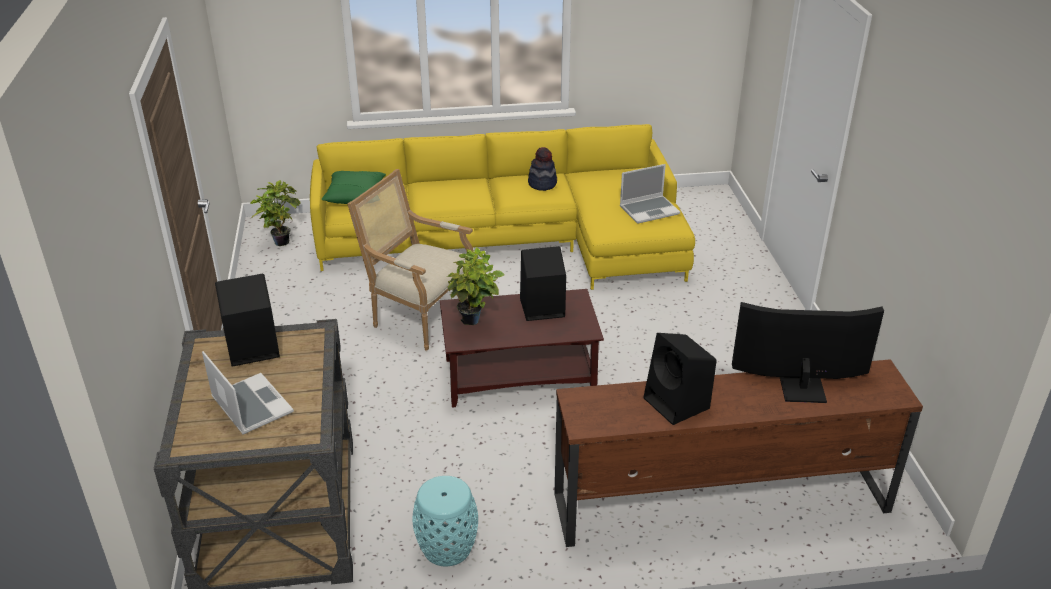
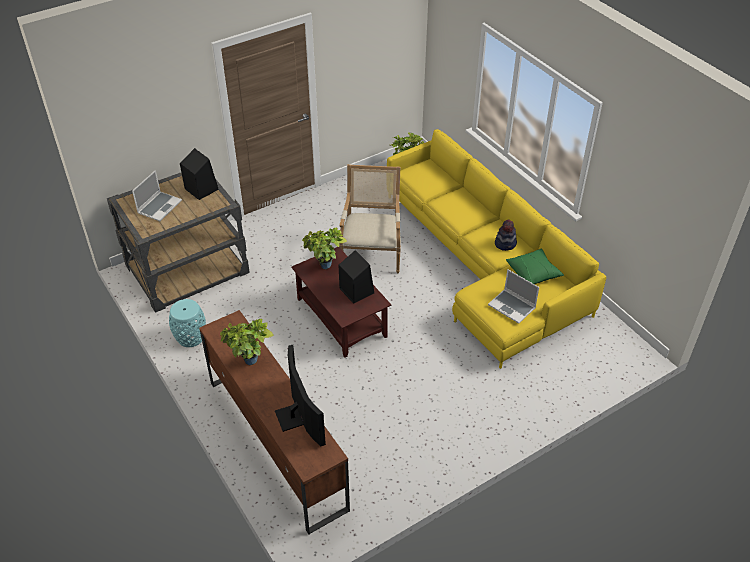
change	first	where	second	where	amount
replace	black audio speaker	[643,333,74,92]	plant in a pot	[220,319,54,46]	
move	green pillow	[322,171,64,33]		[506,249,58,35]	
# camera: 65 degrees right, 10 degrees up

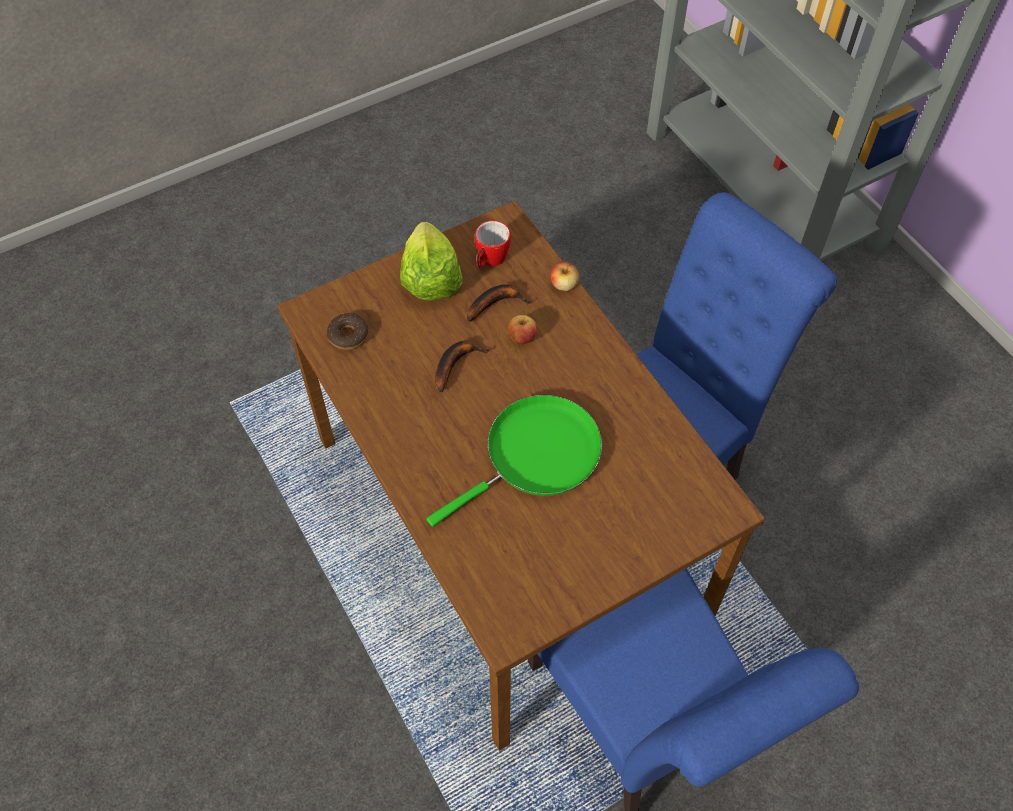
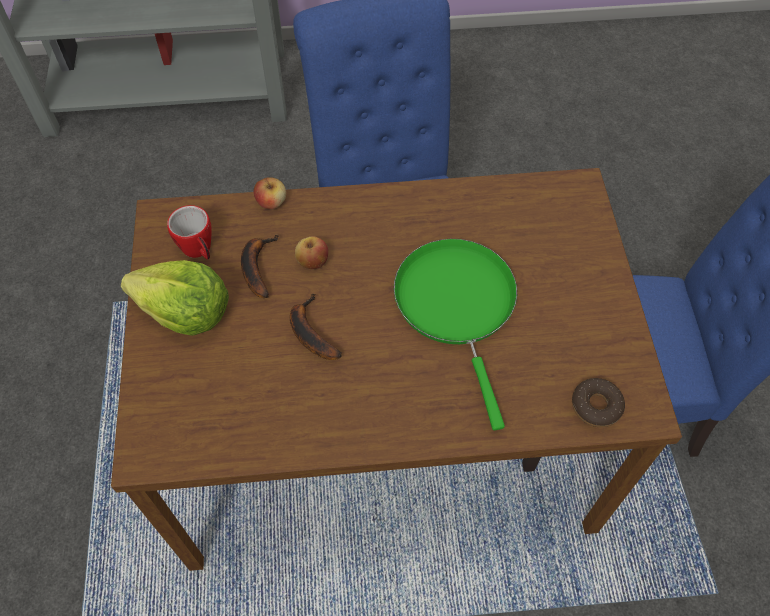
change	first	where	second	where	amount
move	donut	[327,313,42,37]		[572,378,53,49]	
# camera: 65 degrees left, 0 degrees up

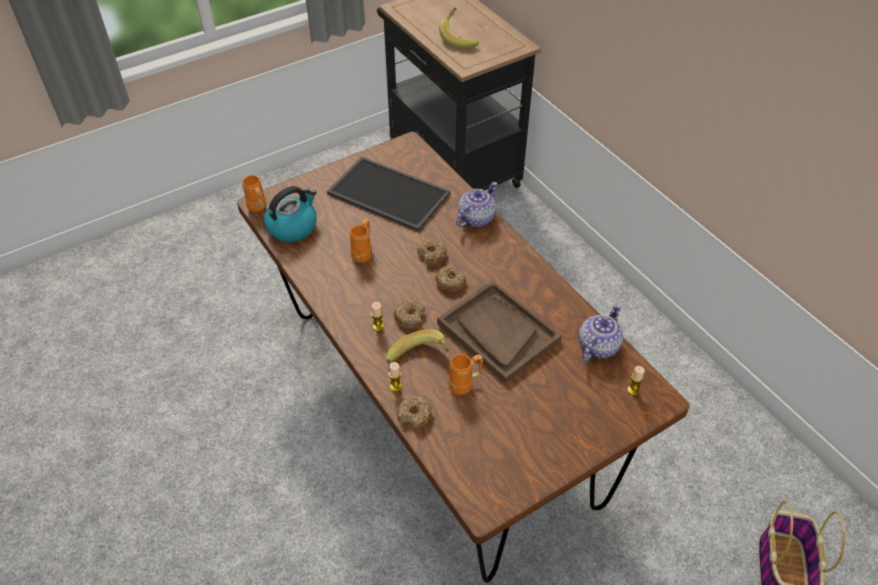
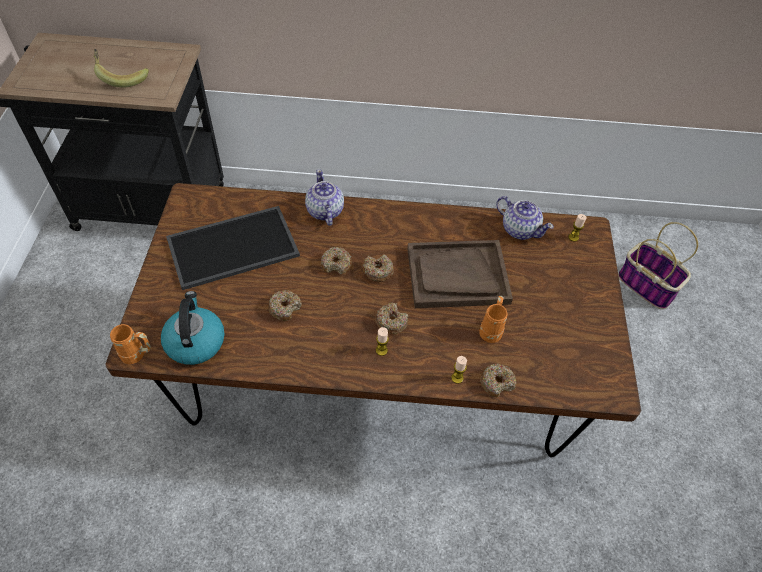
change	first	where	second	where	amount
replace	orange-coloured tea mug	[350,219,22,44]	donut	[268,290,34,31]	
rotate	tea pot	[579,304,44,58]		[496,196,58,44]	150 degrees clockwise
delete	whole banana	[386,329,64,34]			
# camera: 55 degrees left, 5 degrees up

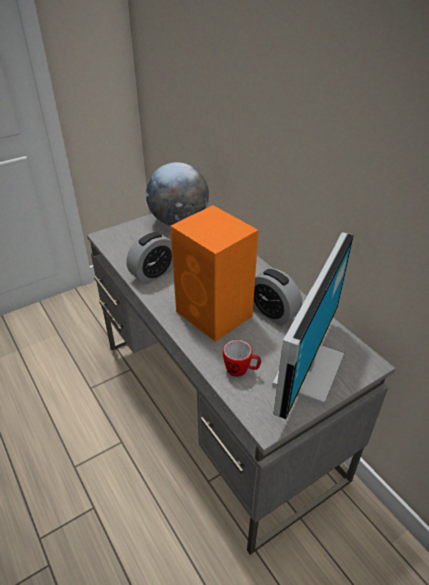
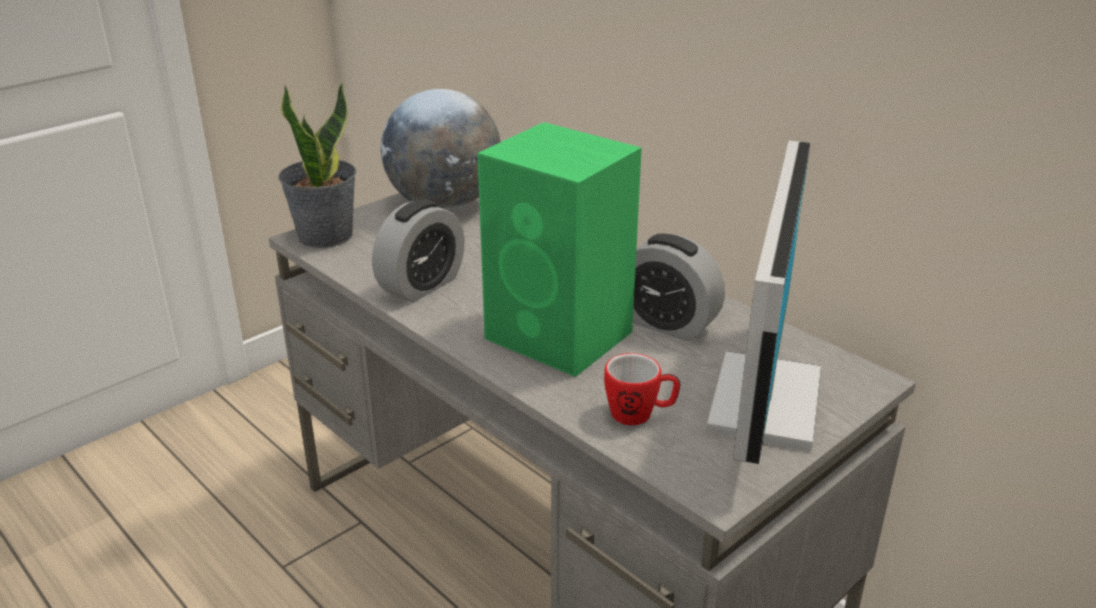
change	first	where	second	where	amount
insert			plant in a pot	[278,82,78,166]	
recolor	orange-coloured audio speaker	[170,205,88,137]	green audio speaker	[477,122,165,255]	
# camera: 10 degrees left, 10 degrees down

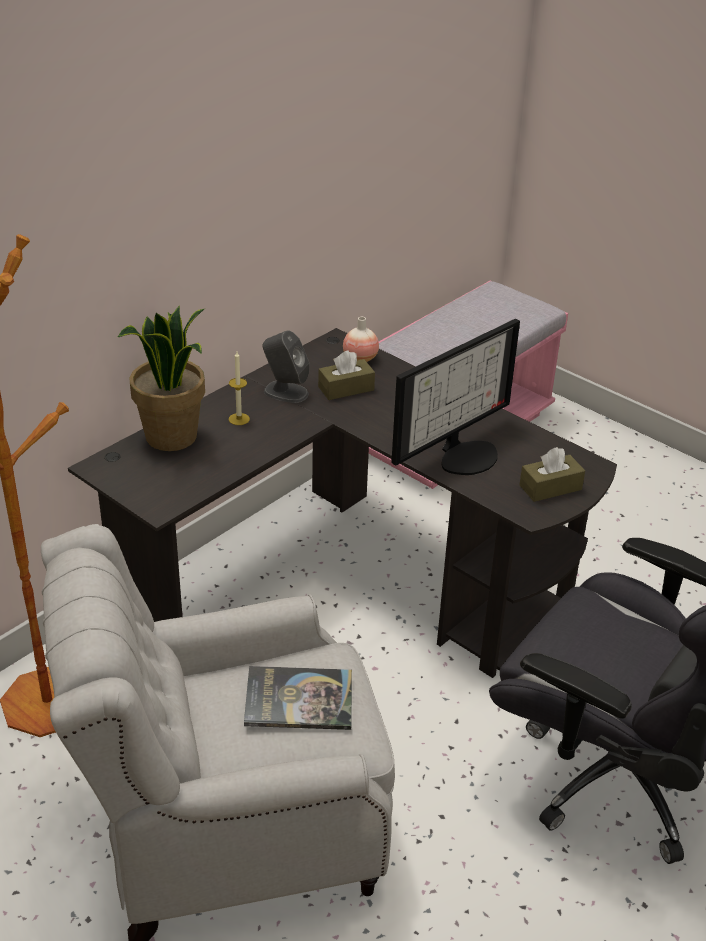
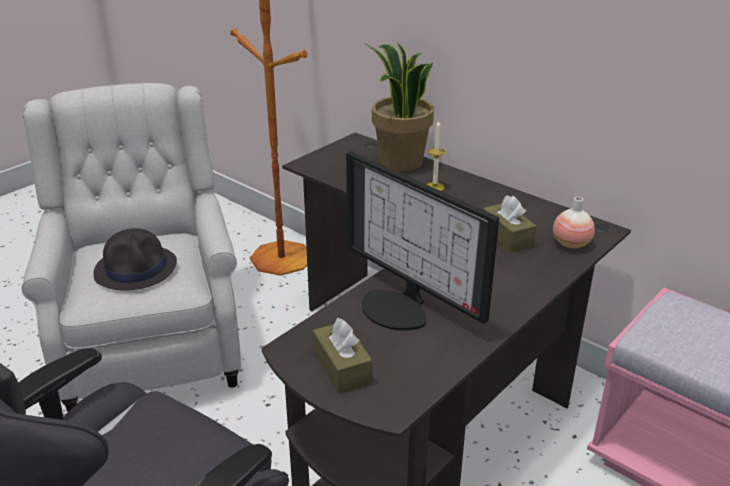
change	first	where	second	where	amount
replace	book	[244,666,108,64]	black wearable hat	[94,228,83,63]	
delete	gray audio speaker	[263,330,47,73]			
# camera: 90 degrees right, 5 degrees down

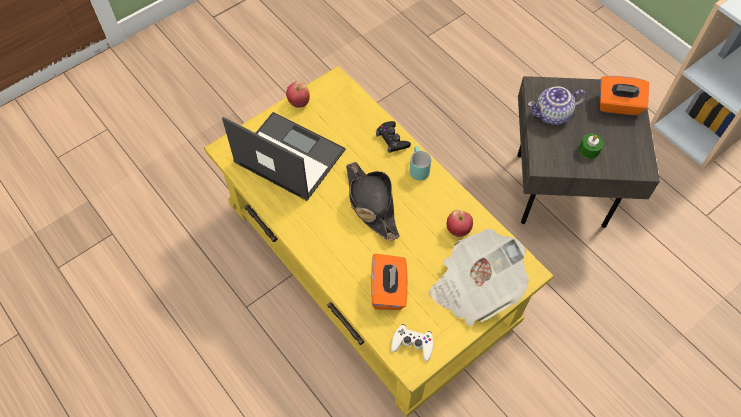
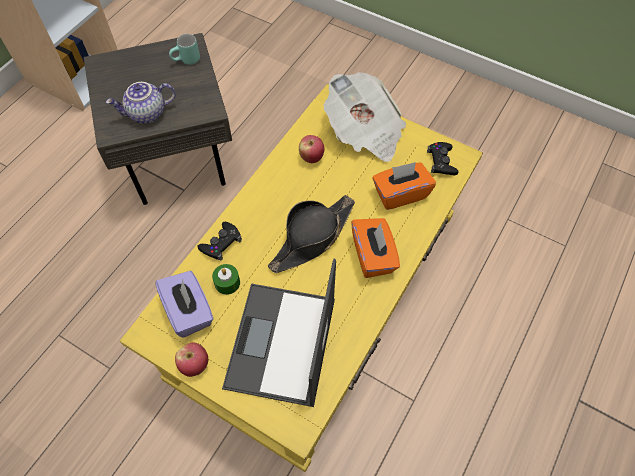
change	first	where	second	where	amount
rotate	tea pot	[528,86,58,39]		[106,82,70,41]	105 degrees clockwise
insert			purple-coloured tissue holder	[155,271,59,66]	
move	turquoise-coloured tea mug	[410,146,21,35]		[169,34,31,31]	
move	green wax candle	[579,134,25,25]		[212,264,28,31]	
move	orange-coloured tissue holder	[600,76,49,39]		[351,218,49,60]	
recolor	white-coloured joypad	[391,324,42,38]	black joypad	[427,142,31,33]	
# camera: 110 degrees left, 0 degrees up

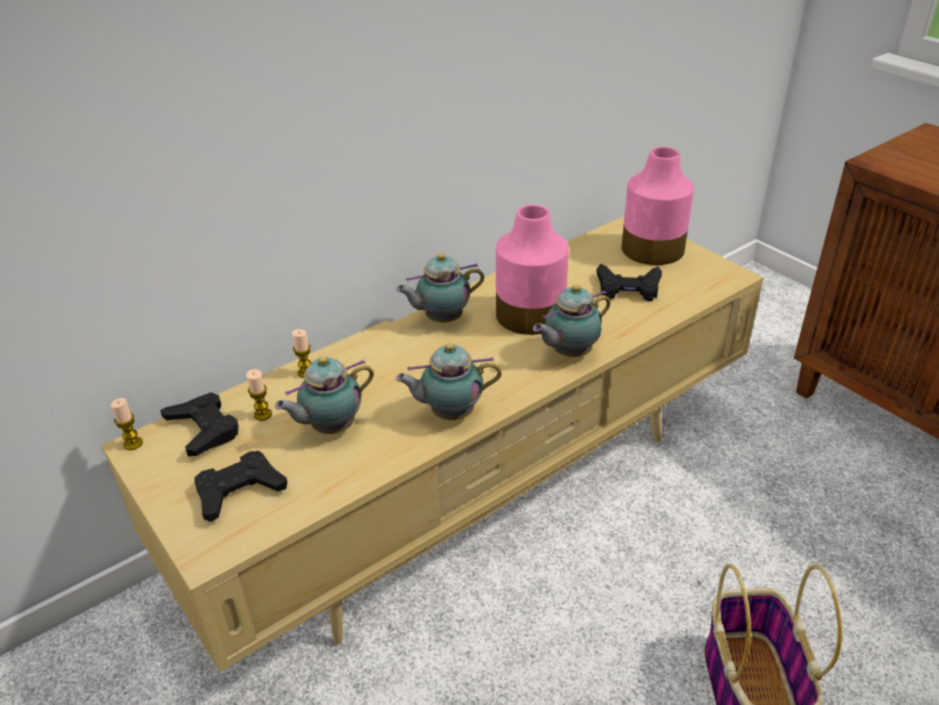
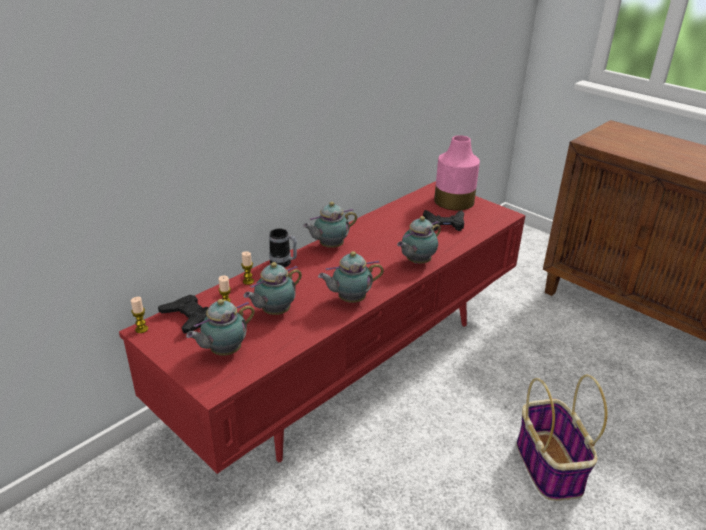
change	first	where	second	where	amount
recolor	sand-coloured tv unit	[101,216,662,456]	red-coloured tv unit	[119,181,407,293]	
replace	black joypad	[194,451,94,71]	tea pot	[186,299,69,57]	
insert			tea mug	[269,228,28,40]	
delete	pink vase	[496,205,73,130]			
# camera: 10 degrees left, 5 degrees down

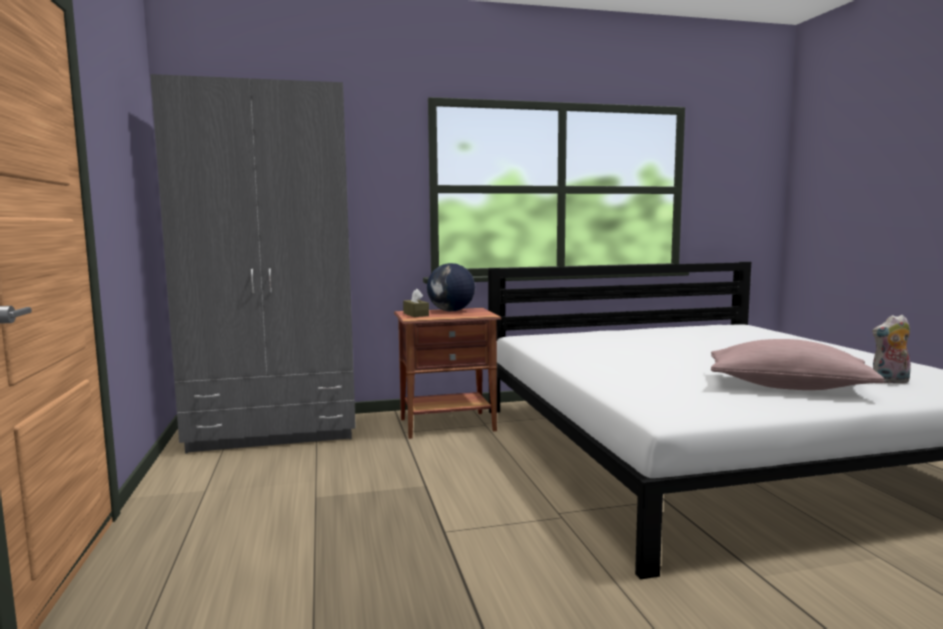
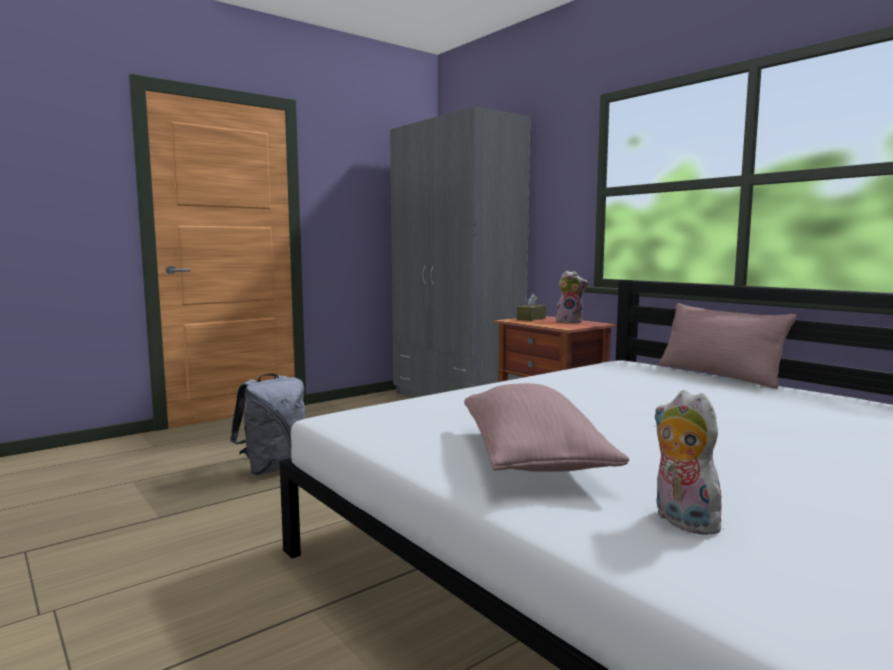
change	first	where	second	where	amount
insert			gray rucksack	[230,373,76,102]	
replace	globe	[427,263,48,48]	soft toy	[556,271,32,52]	
insert			pink pillow	[659,303,138,86]	
# camera: 65 degrees right, 0 degrees up

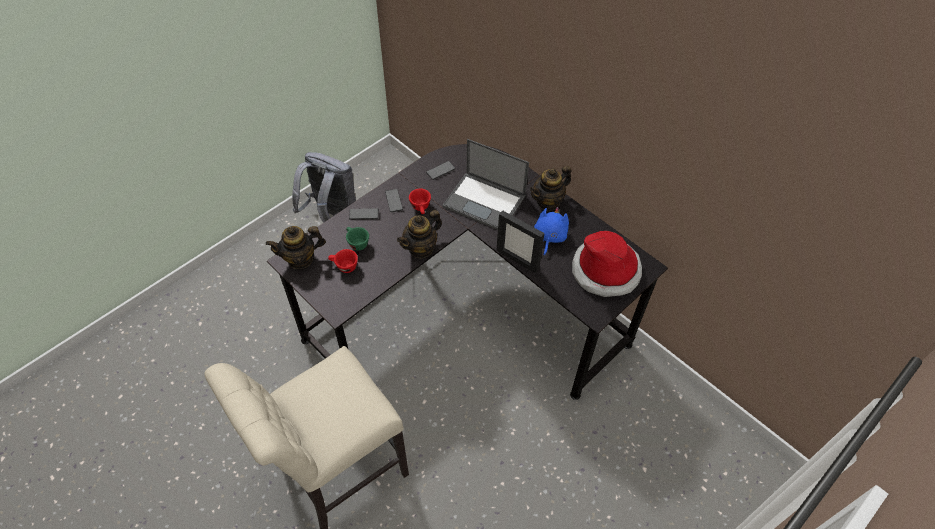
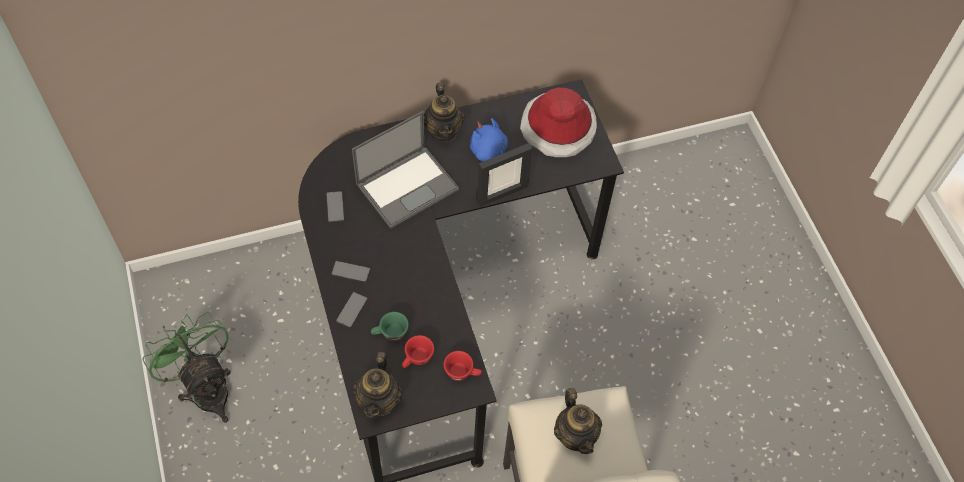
change	first	where	second	where	amount
replace	gray rucksack	[292,152,64,71]	green electric fan	[142,312,89,111]	
move	red-coloured drinking cup	[409,188,22,26]		[444,351,38,30]	
move	tea pot	[397,210,45,49]		[554,388,48,66]	
# camera: 65 degrees left, 5 degrees up

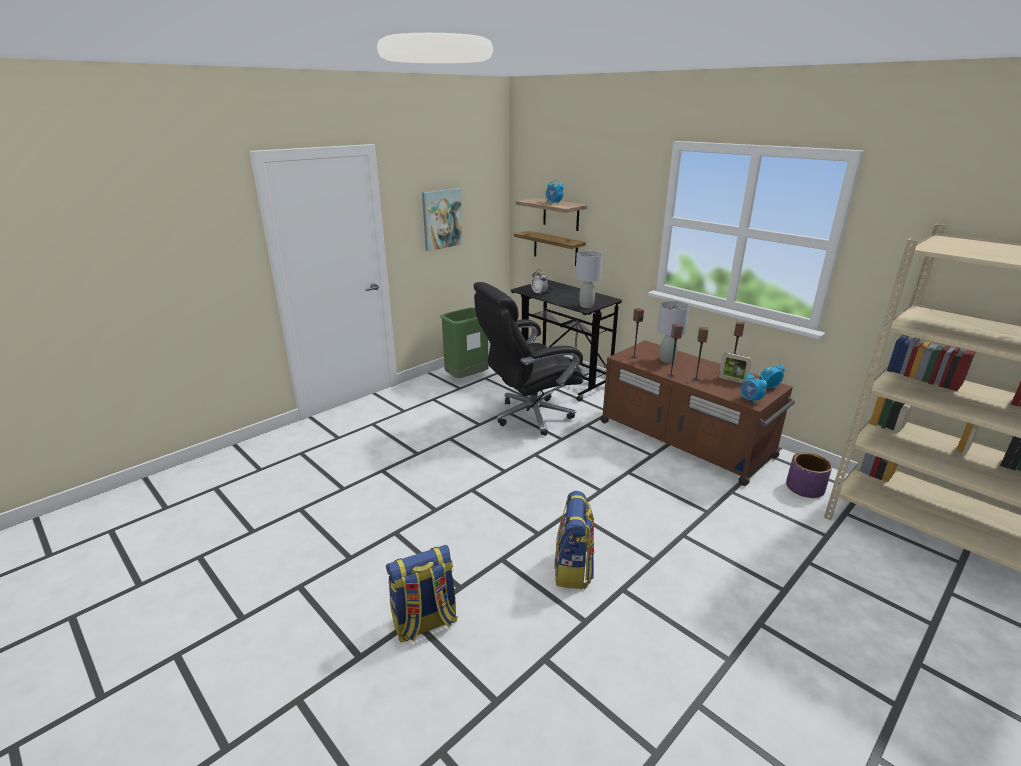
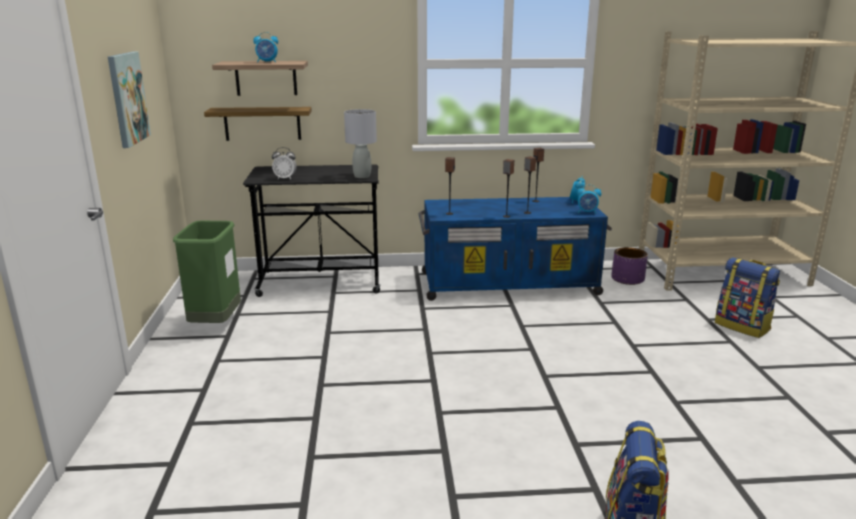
change	first	where	second	where	amount
recolor	brown-coloured cupboard	[600,340,195,146]	bluish cupboard	[419,197,193,104]	
move	rucksack	[554,491,40,98]		[715,257,65,81]	
delete	black computer chair	[474,282,109,154]			
delete	gray tabletop lamp	[657,301,32,62]			
delete	photo frame	[719,352,33,31]			
# camera: 50 degrees left, 5 degrees down

